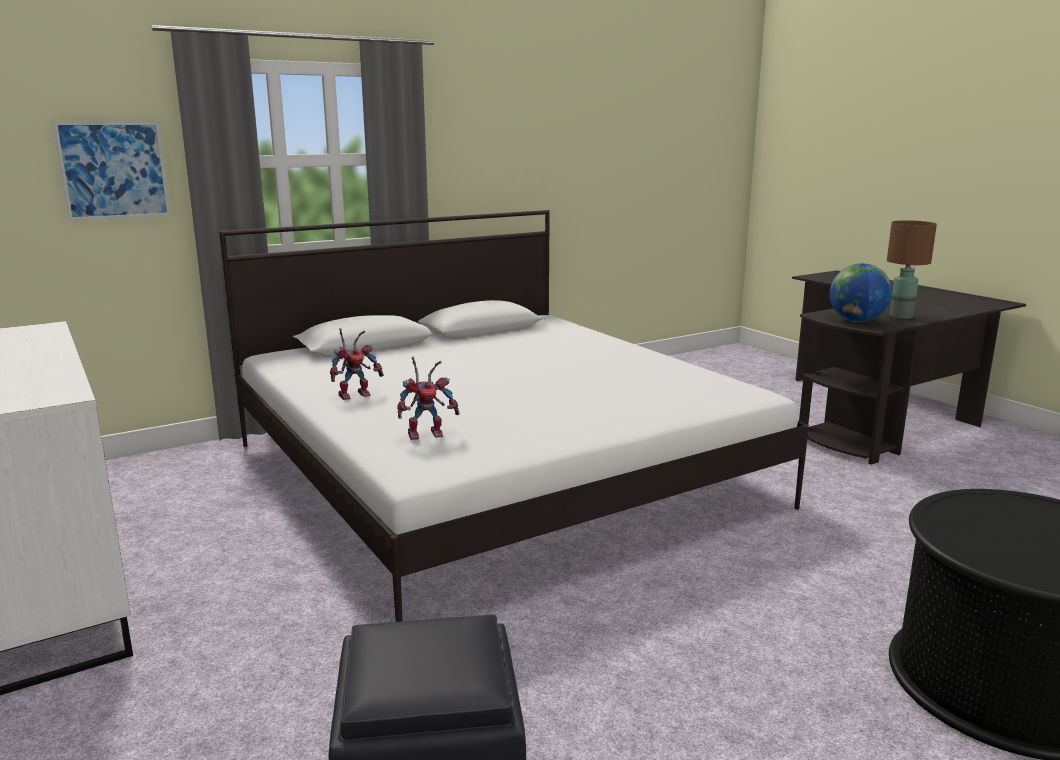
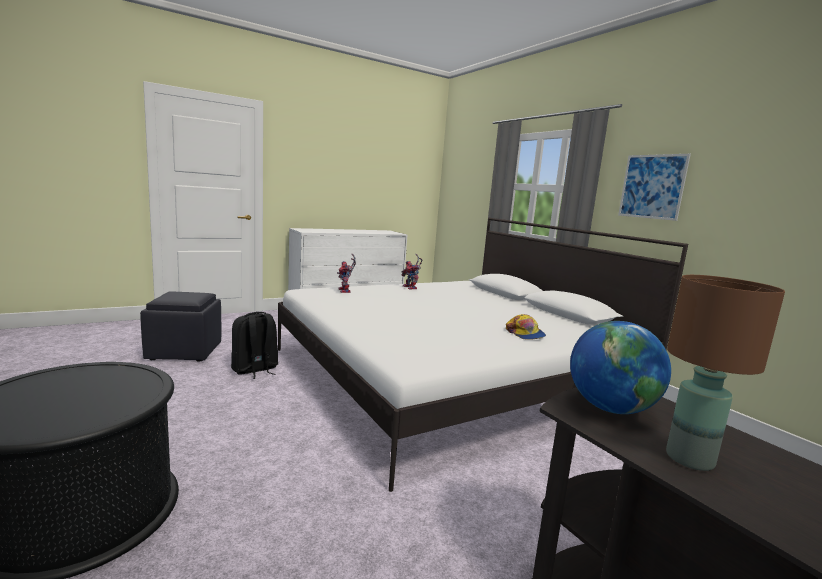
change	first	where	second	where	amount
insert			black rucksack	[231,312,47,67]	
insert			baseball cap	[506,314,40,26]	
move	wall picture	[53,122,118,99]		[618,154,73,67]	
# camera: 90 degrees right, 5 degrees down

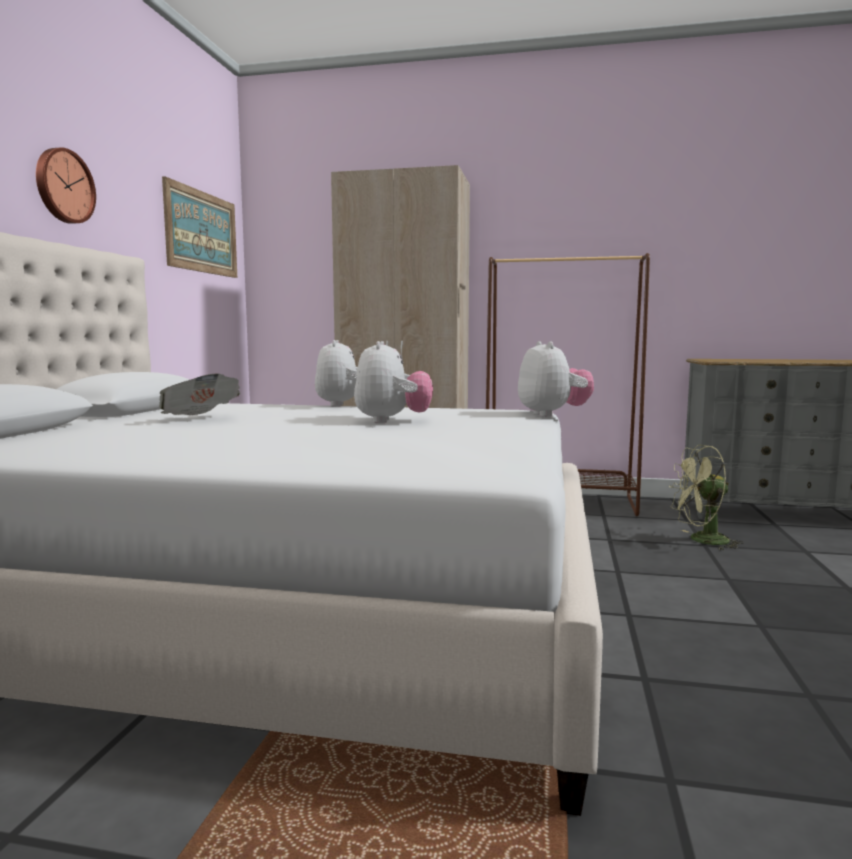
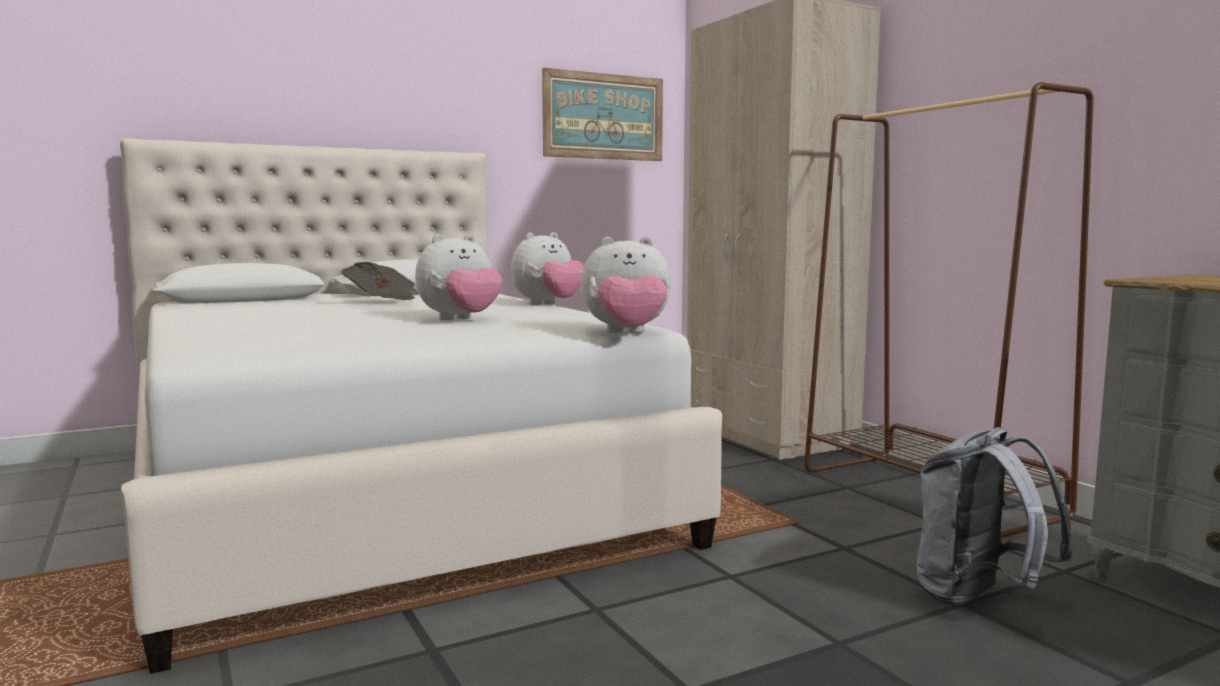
change	first	where	second	where	amount
rotate	soft toy	[518,341,76,76]		[581,237,90,96]	45 degrees clockwise
replace	green electric fan	[669,445,74,105]	gray rucksack	[917,427,156,178]	
delete	clock on the wall	[36,148,60,76]			
# camera: 50 degrees right, 0 degrees up

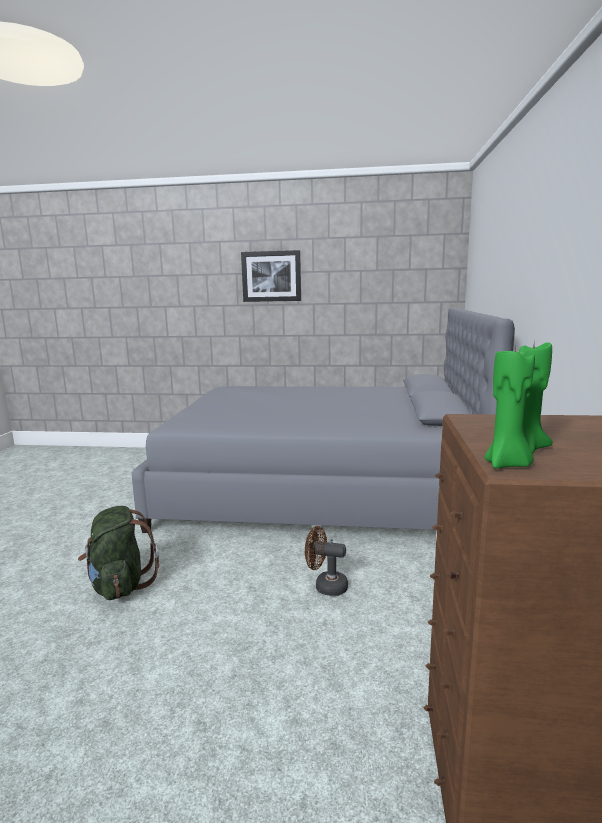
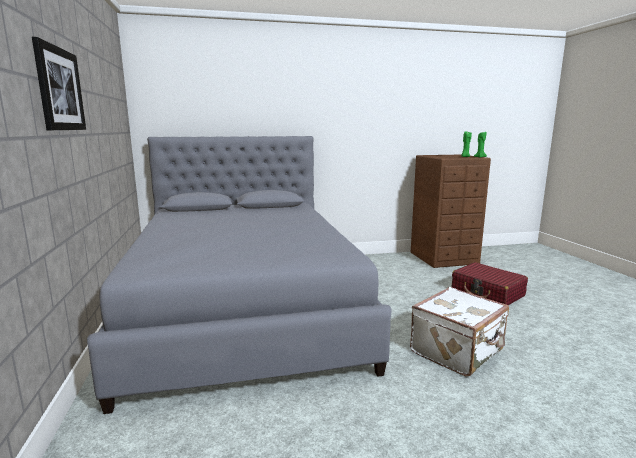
change	first	where	second	where	amount
replace	green rucksack	[78,506,81,94]	white-coloured piece of luggage	[410,287,99,89]	
insert			red-coloured piece of luggage	[452,262,76,43]	
delete	brown-coloured electric fan	[305,526,43,70]			
# camera: 110 degrees left, 0 degrees up

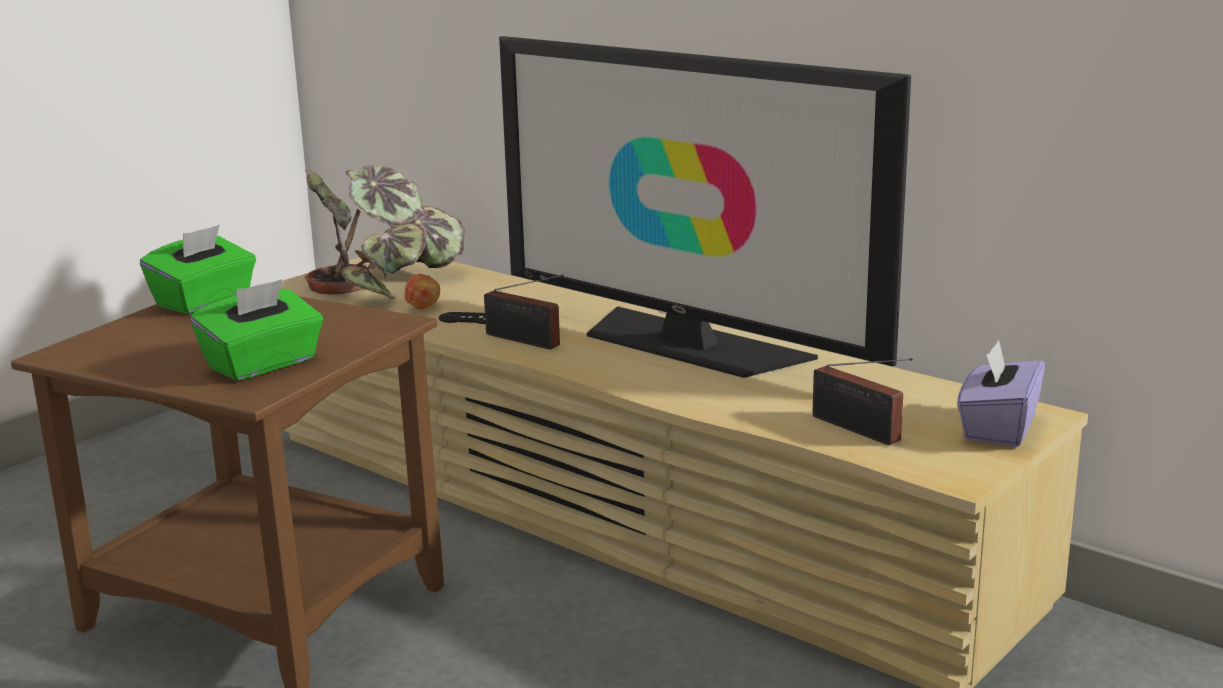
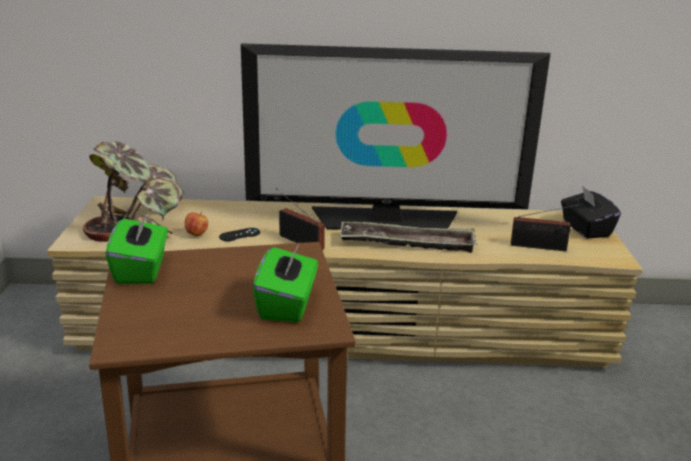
change	first	where	second	where	amount
rotate	radio receiver	[484,275,80,75]		[276,188,49,62]	135 degrees counterclockwise
insert			carrying tray	[339,222,138,31]	
recolor	purple-coloured tissue holder	[957,340,88,107]	black tissue holder	[561,185,60,54]	
# camera: 40 degrees left, 5 degrees up

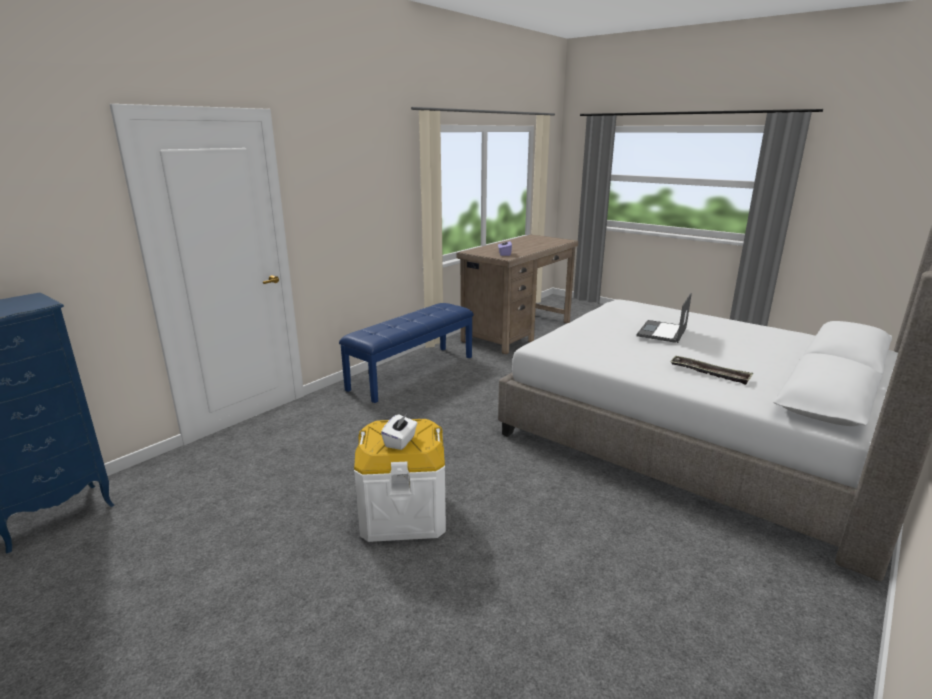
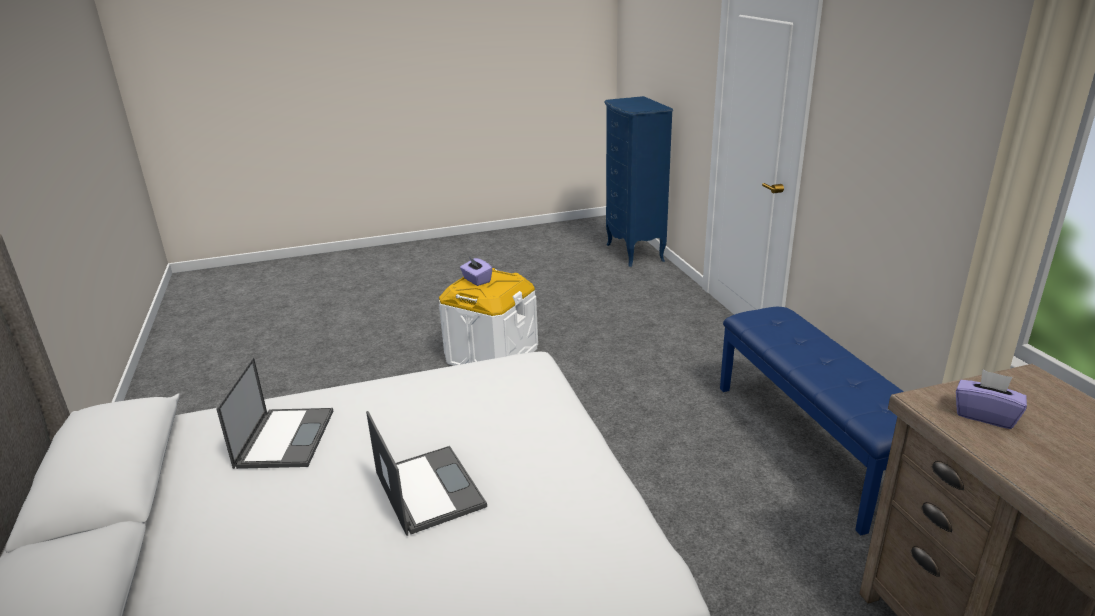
change	first	where	second	where	amount
replace	carrying tray	[670,356,83,29]	portable computer	[216,357,117,112]	
recolor	white-coloured tissue holder	[381,414,36,36]	purple-coloured tissue holder	[460,257,32,29]	
# camera: 125 degrees right, 5 degrees up

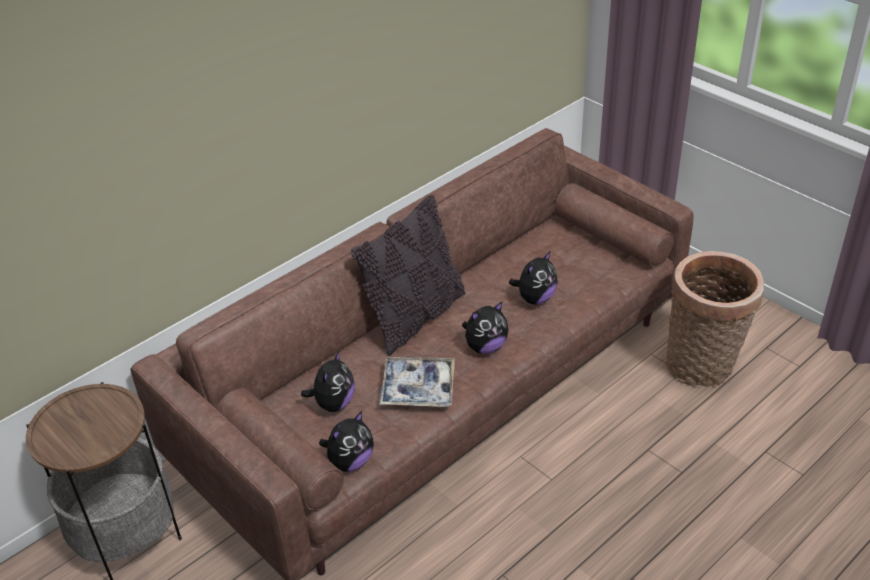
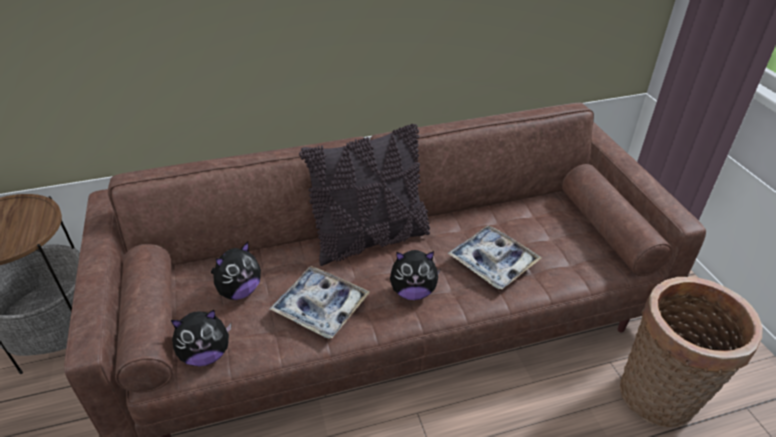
change	first	where	second	where	amount
replace	soft toy	[509,251,49,53]	carrying tray	[447,225,95,64]	
# camera: 25 degrees right, 0 degrees up

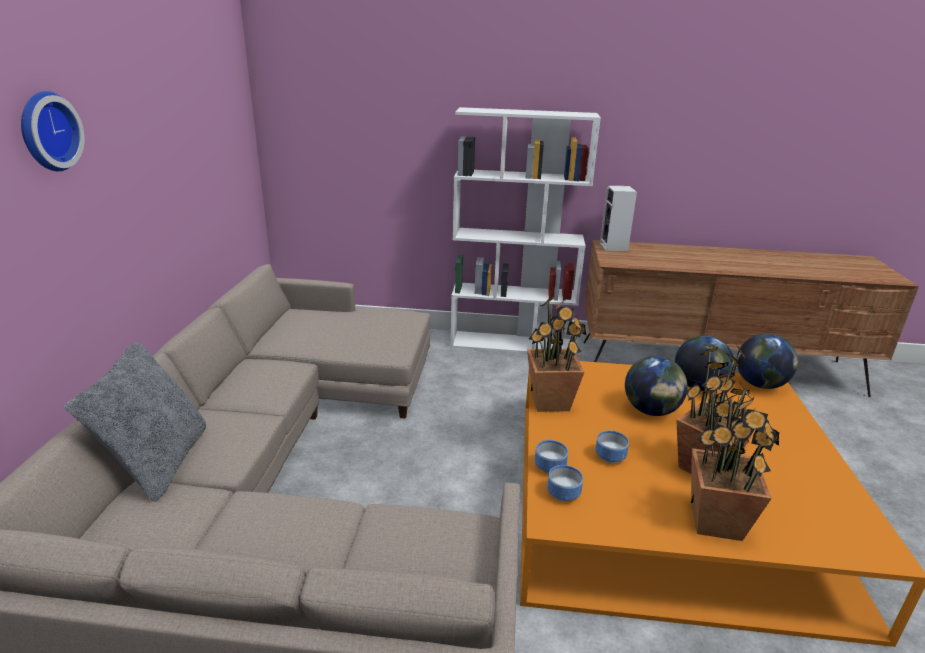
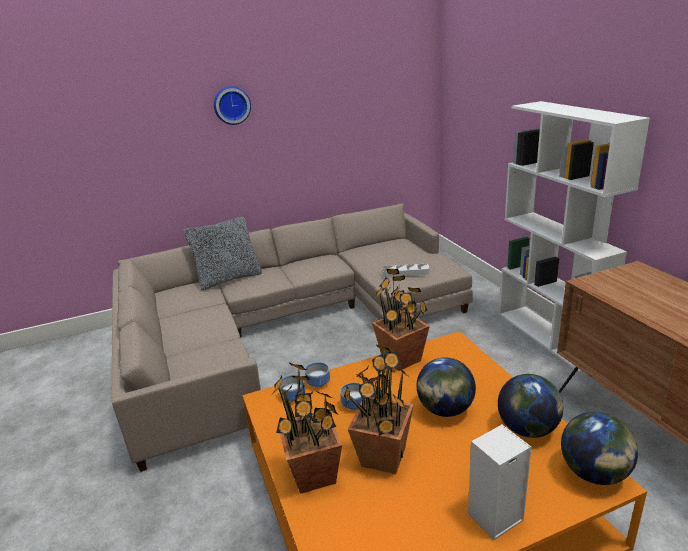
change	first	where	second	where	amount
insert			gray carrying tray	[382,264,47,13]	
move	audio speaker	[600,186,37,65]		[468,424,63,116]	
# camera: 65 degrees right, 0 degrees up

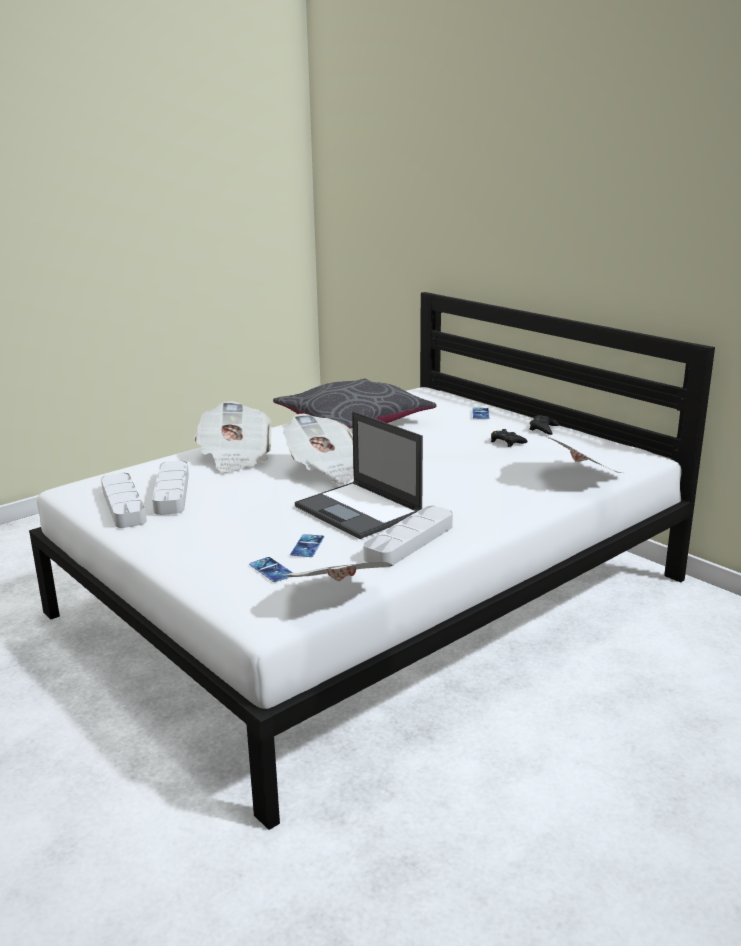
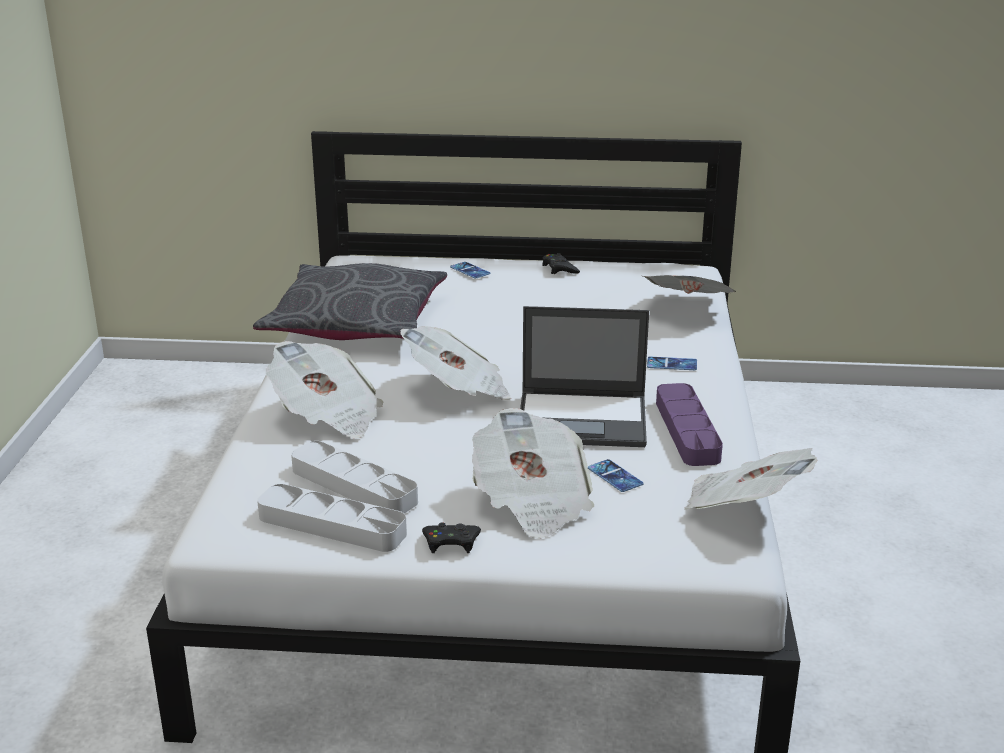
change	first	where	second	where	amount
move	black joypad	[491,429,37,18]		[422,522,59,31]	
insert			daily paper	[472,408,122,131]	
move	telephone	[250,557,43,25]		[647,357,50,13]	
recolor	gray carrying tray	[363,506,90,62]	purple-coloured carrying tray	[656,383,67,83]	
# camera: 45 degrees left, 5 degrees up

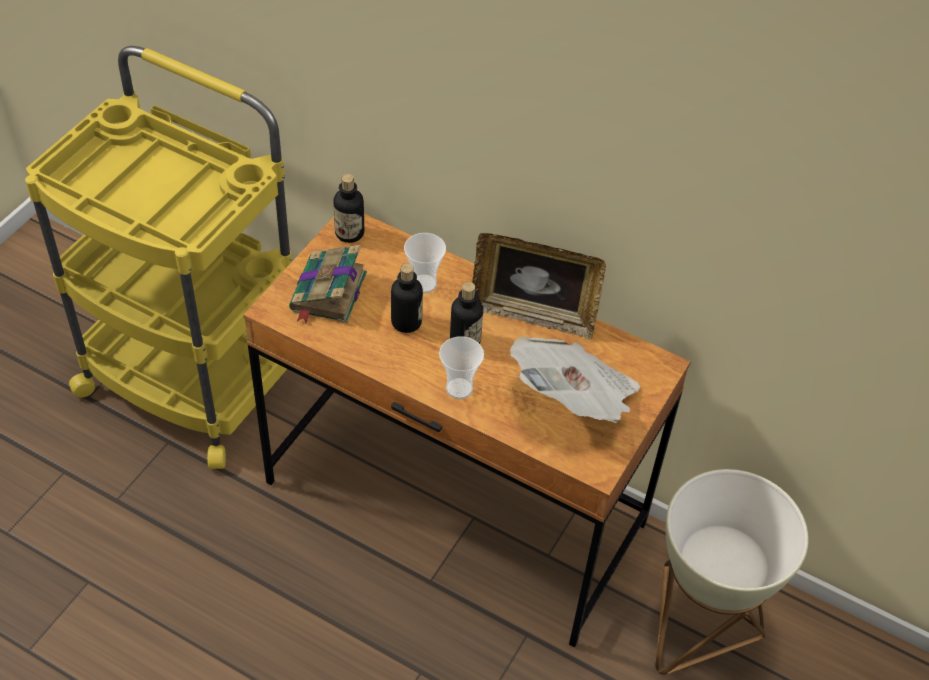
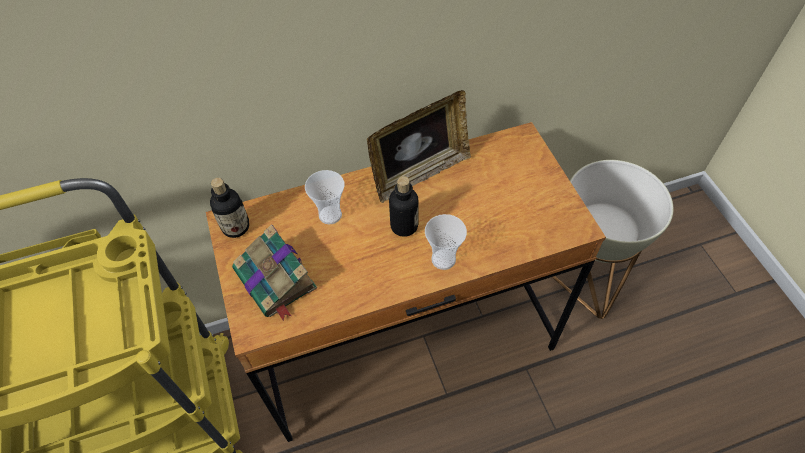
change	first	where	second	where	amount
delete	drink bottle	[391,263,32,70]			
delete	daily paper	[510,337,130,86]			
# camera: 45 degrees left, 5 degrees up

